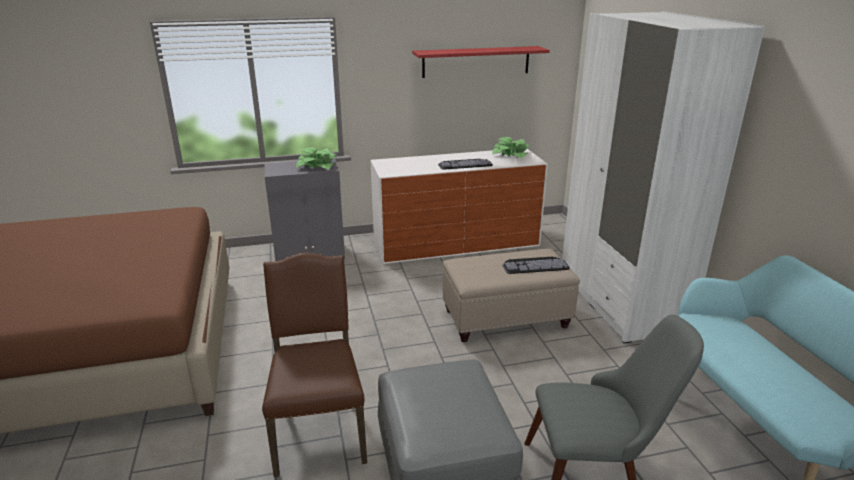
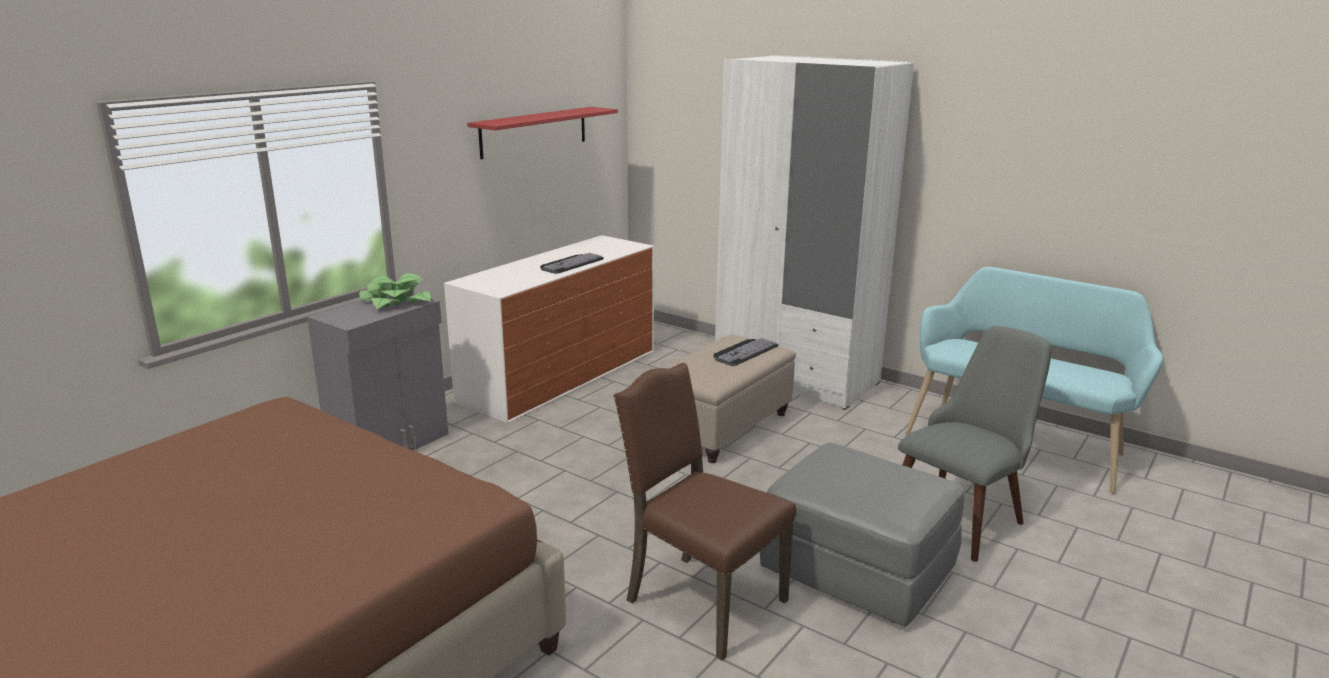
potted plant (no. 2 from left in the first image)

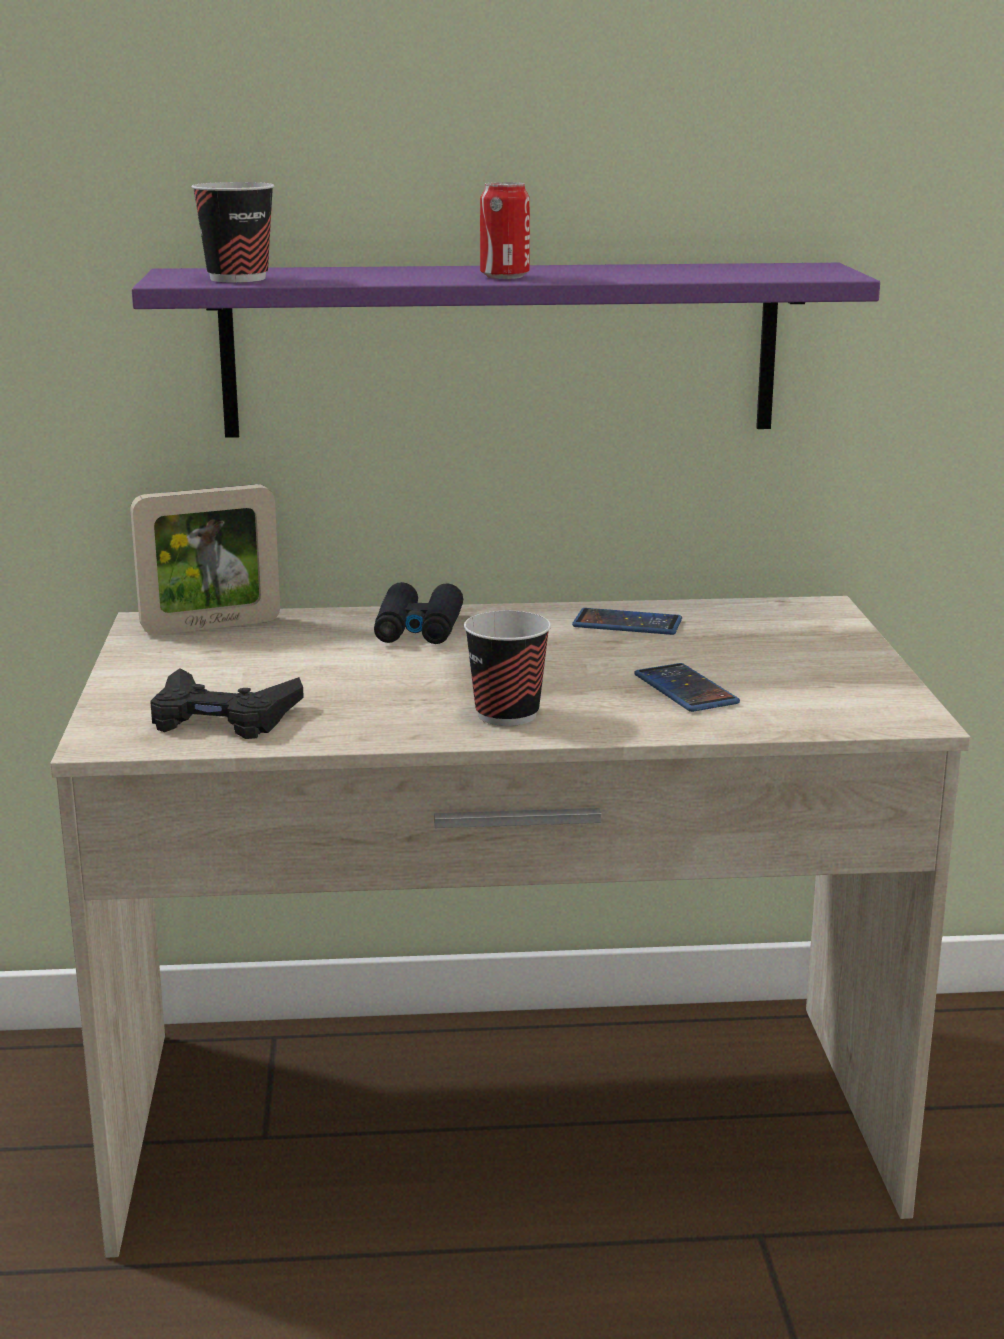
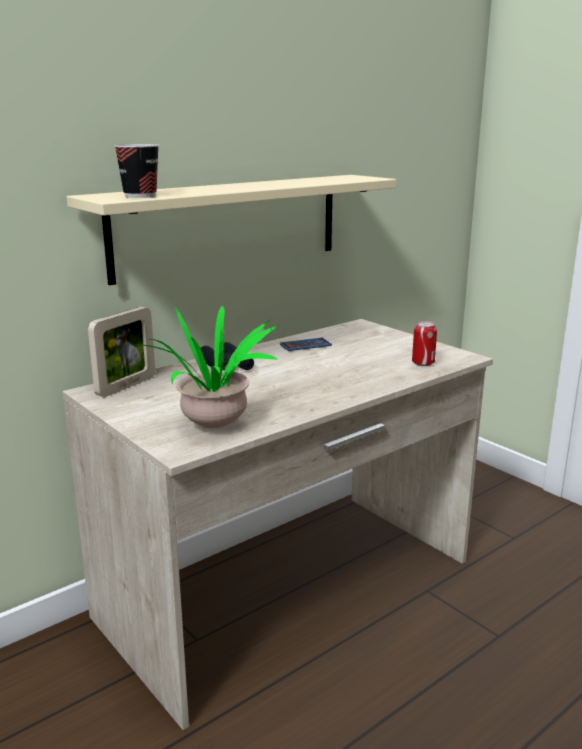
cup (no. 2 from left in the first image)
phone (no. 2 from left in the first image)
can
potted plant
shelf (beige)

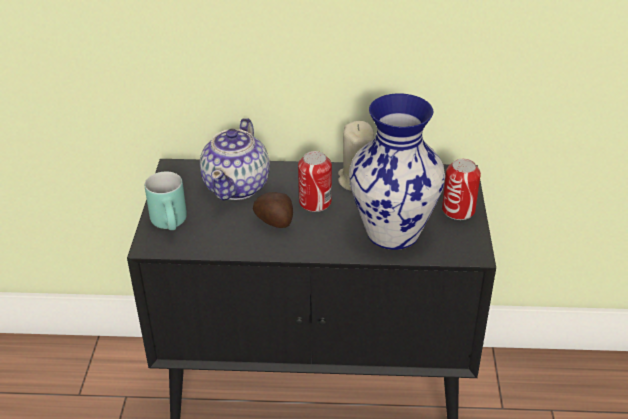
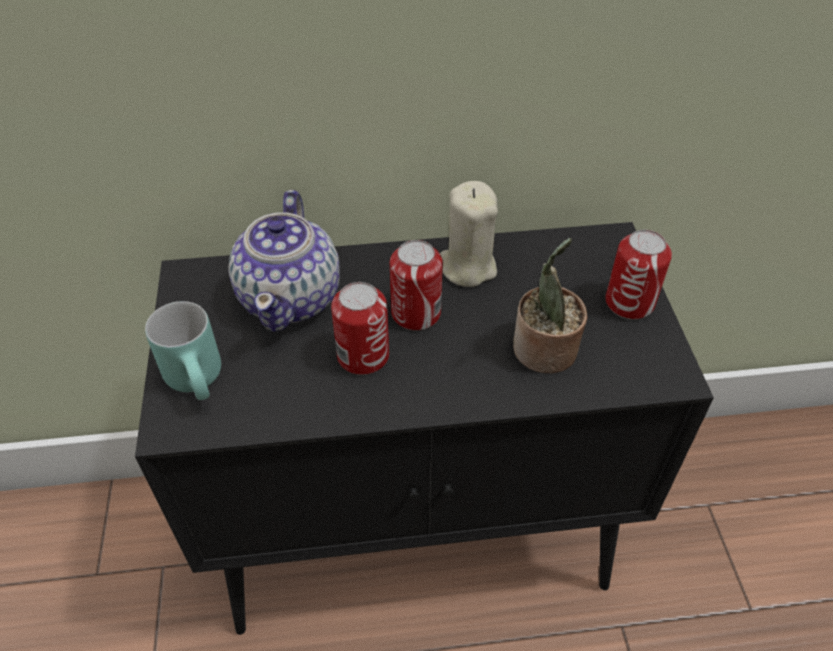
can (no. 1 from left)
potted plant

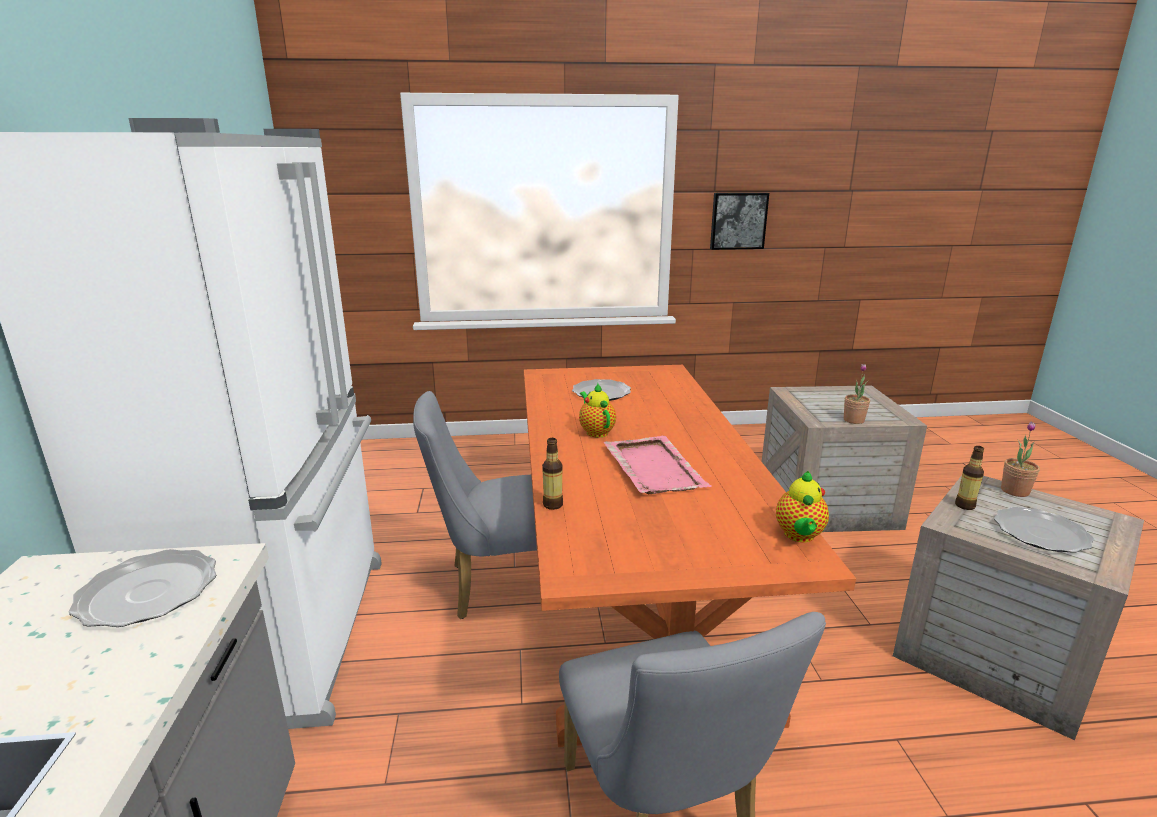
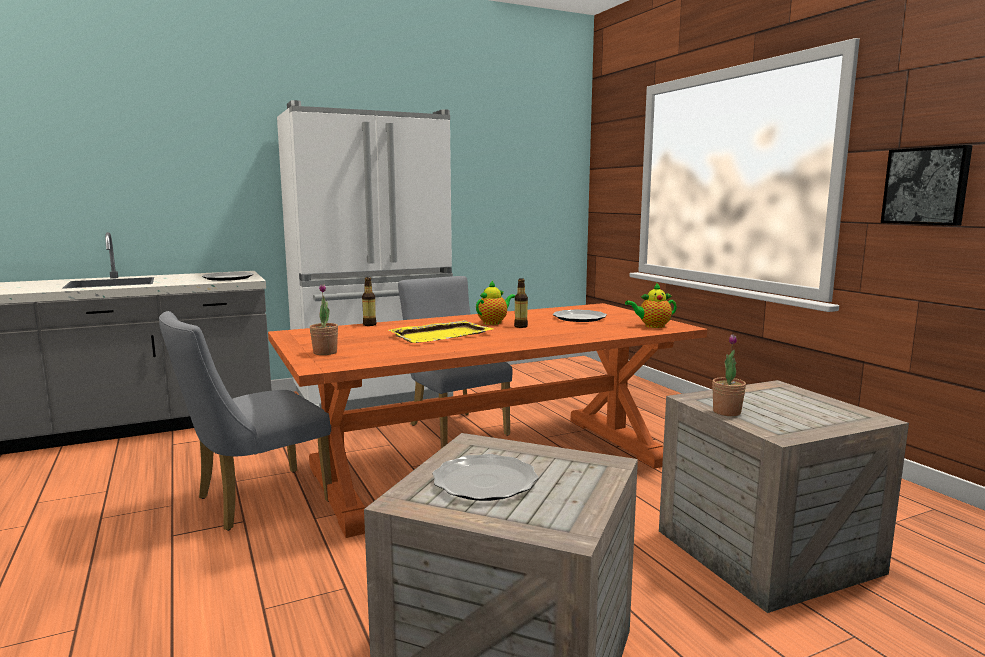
teapot (no. 2 from left)
bottle (no. 2 from left)
potted plant (no. 1 from left)
tray (yellow)

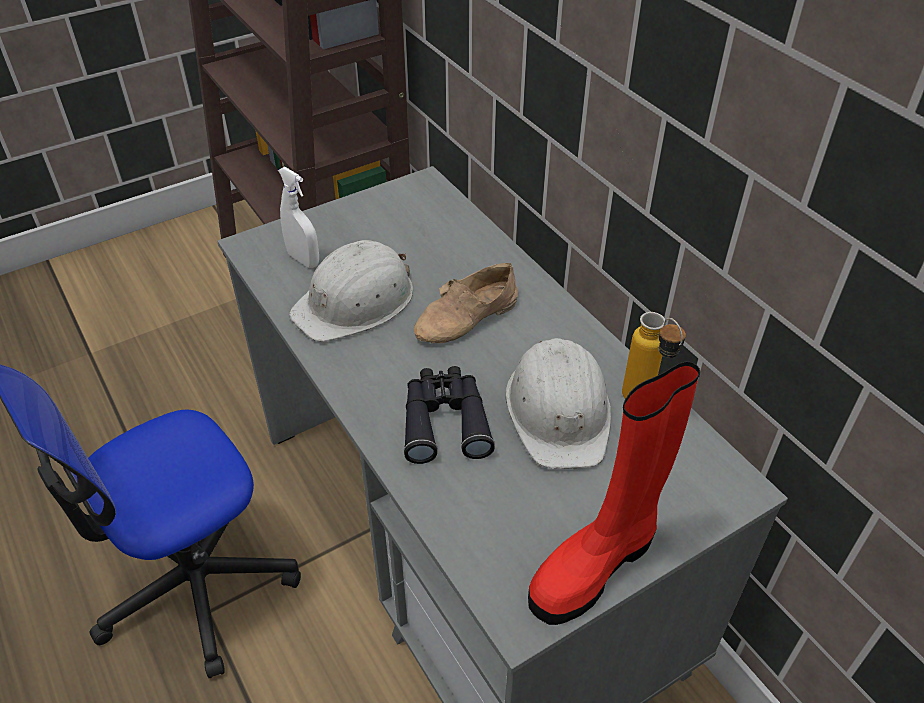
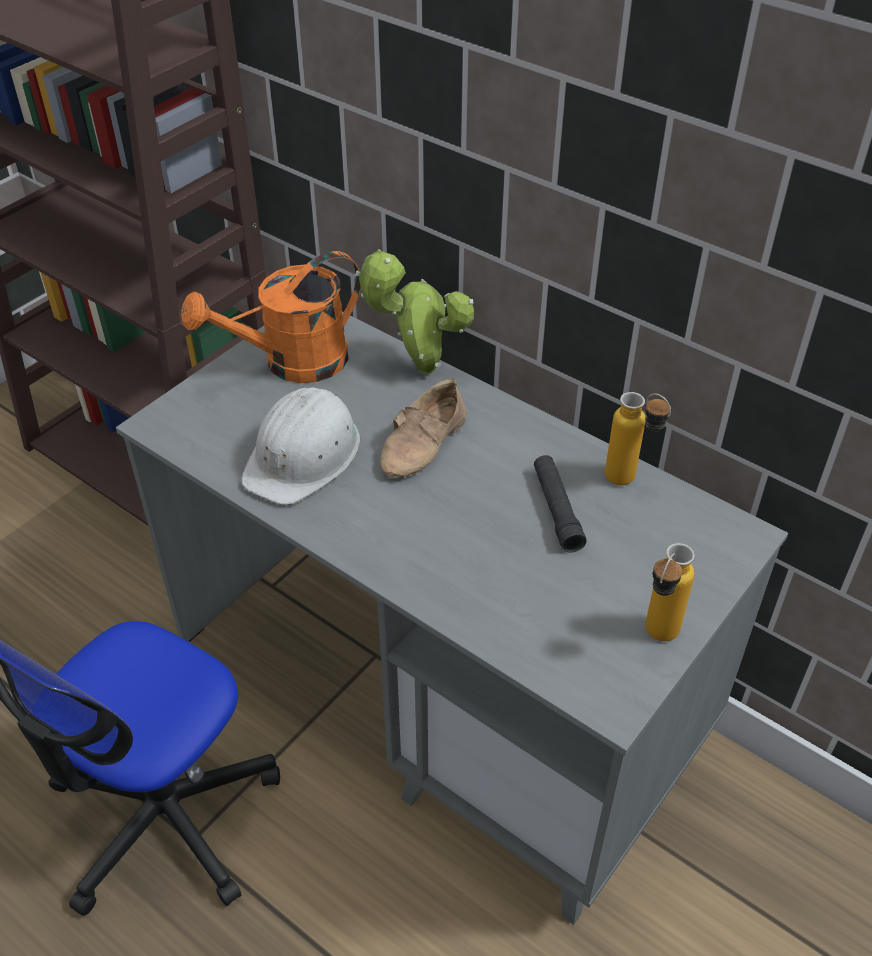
spray bottle (white)
binoculars (black)
watering can (orange)
potted plant
flashlight (black)
bottle (no. 2 from left)

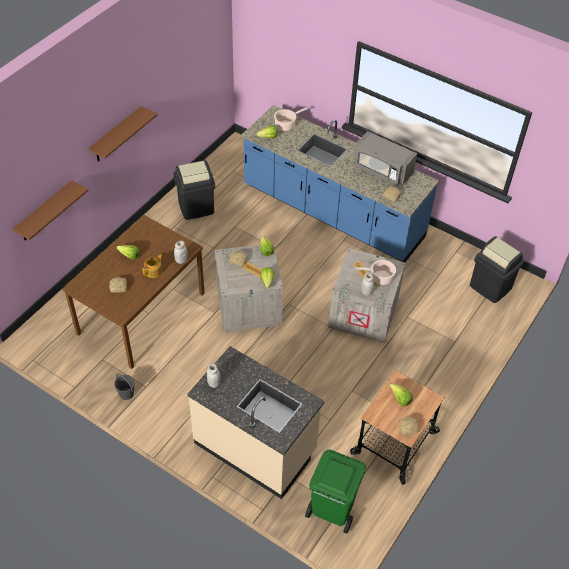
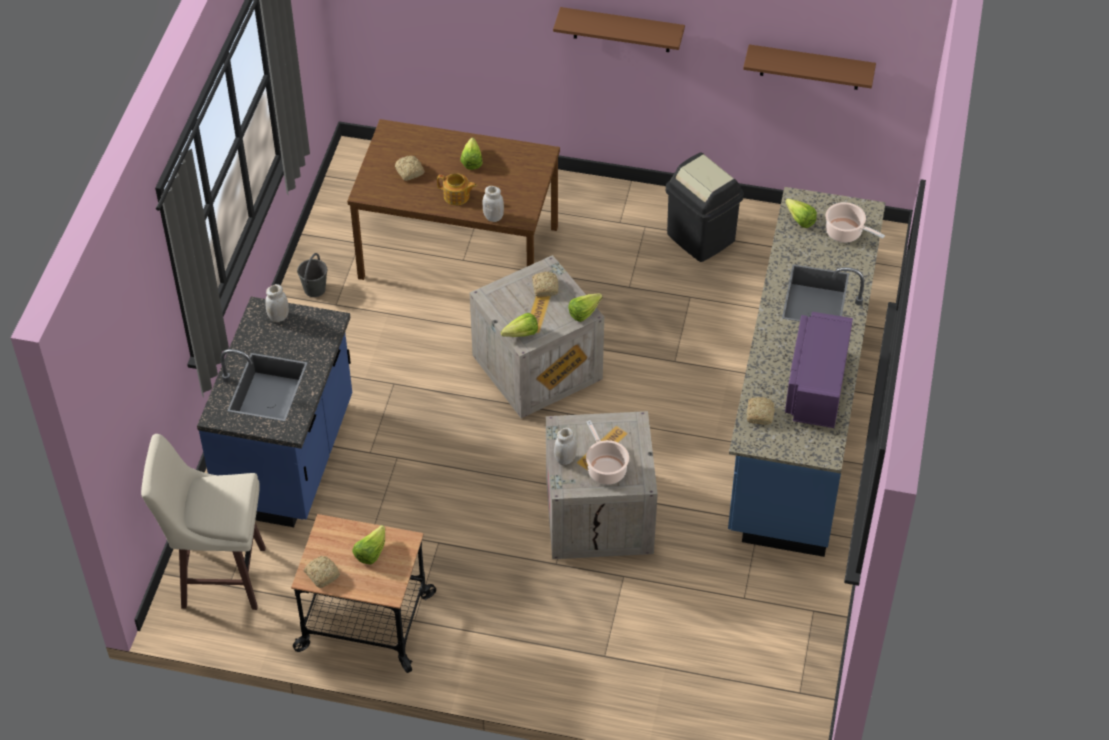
trash can (black) (no. 2 from left in the first image)
shelf (brown) (no. 2 from left)
stool (beige)
counter (blue) (no. 1 from left)
microwave (purple)

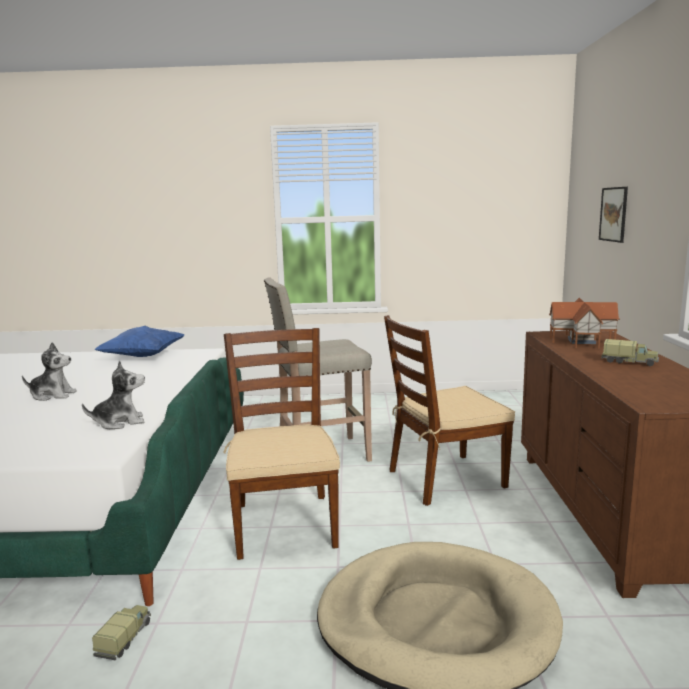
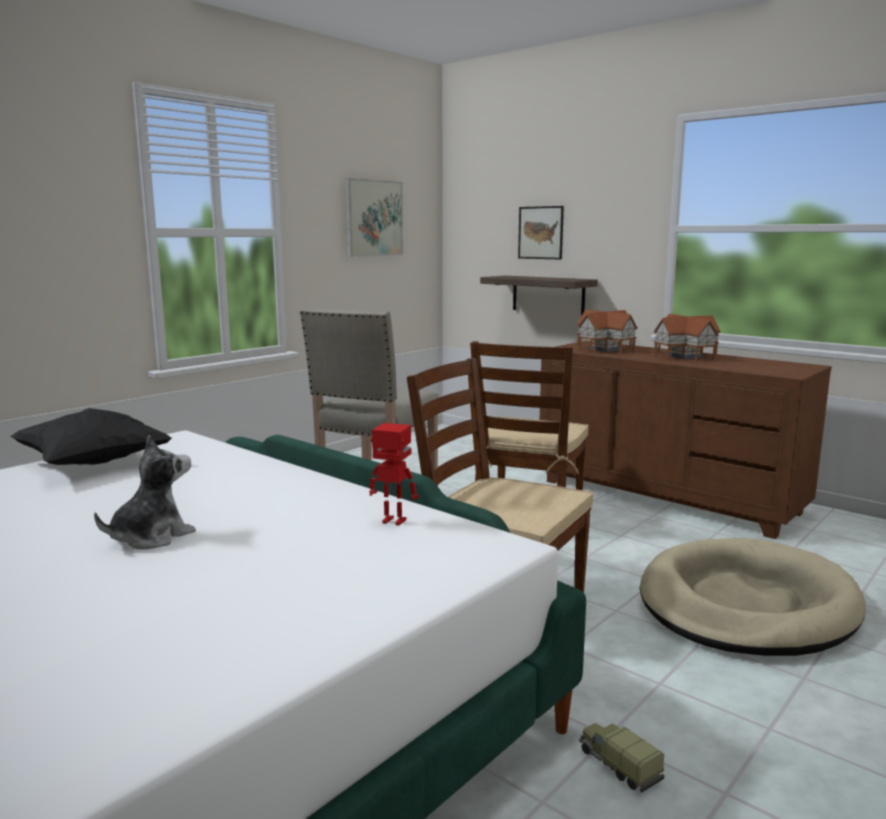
picture (no. 1 from left)
shelf
toy robot
toy house (no. 2 from left)
pillow (black)

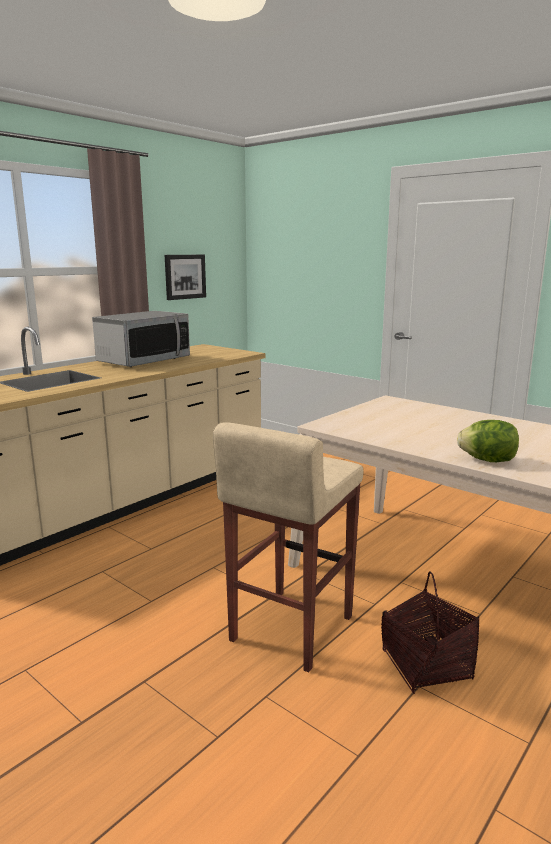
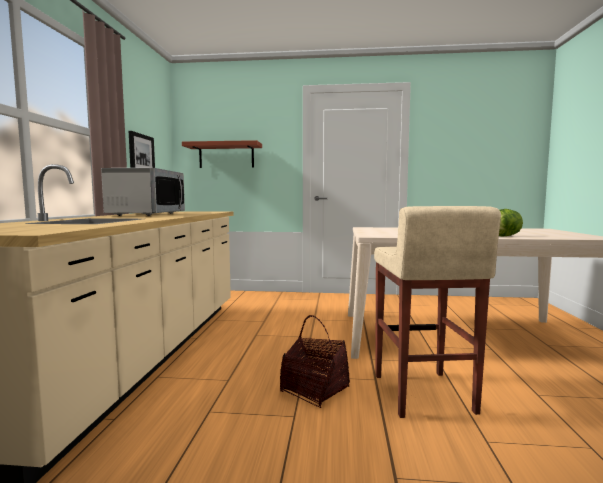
shelf
basket

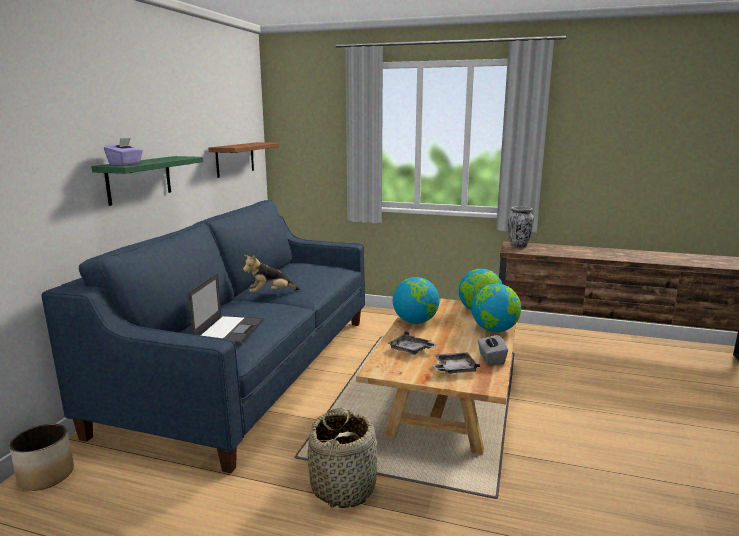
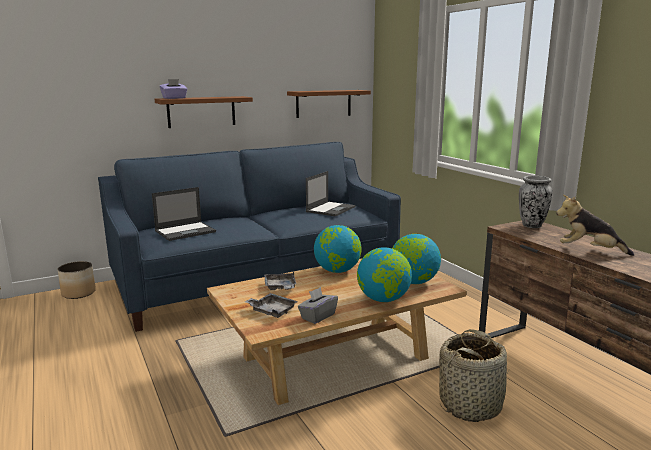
laptop (no. 2 from left)
plush toy
basket
shelf (brown) (no. 1 from left)

